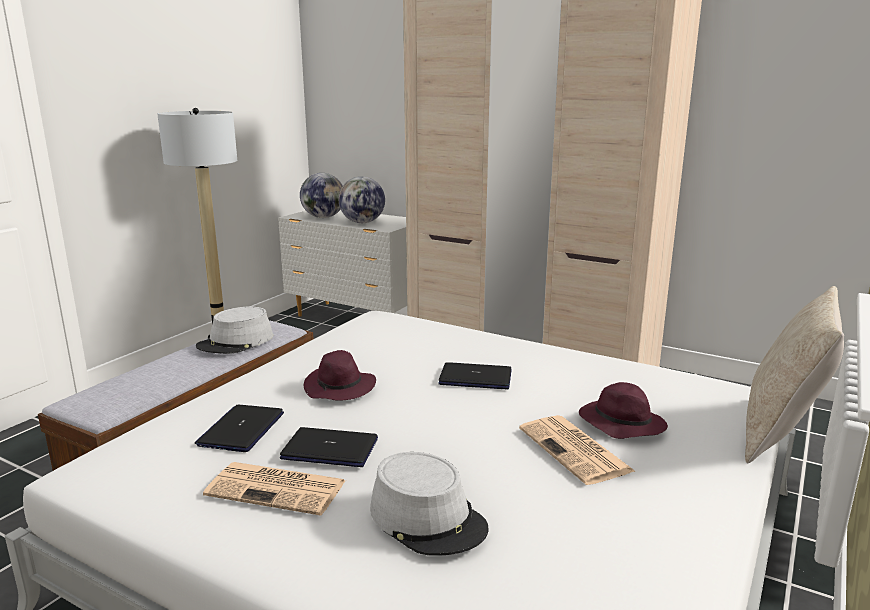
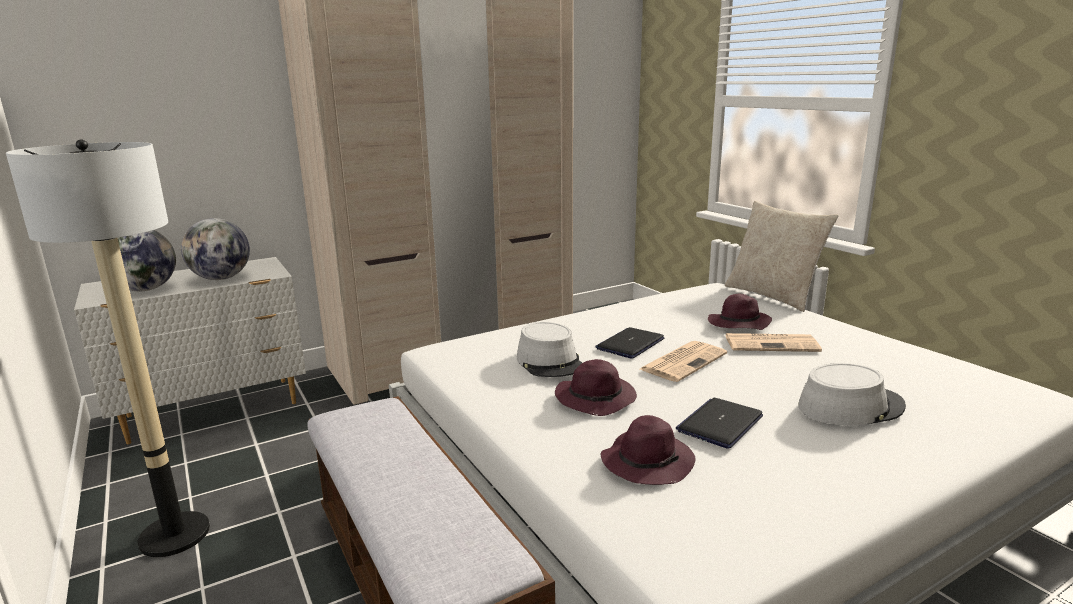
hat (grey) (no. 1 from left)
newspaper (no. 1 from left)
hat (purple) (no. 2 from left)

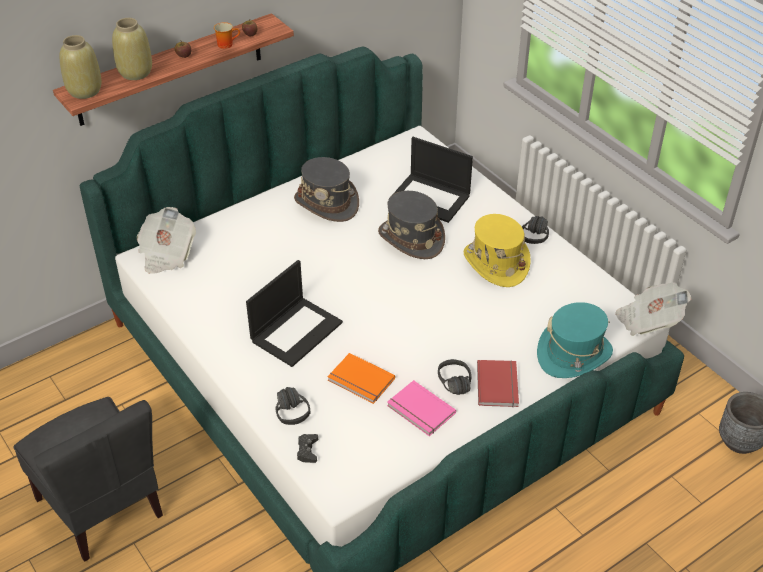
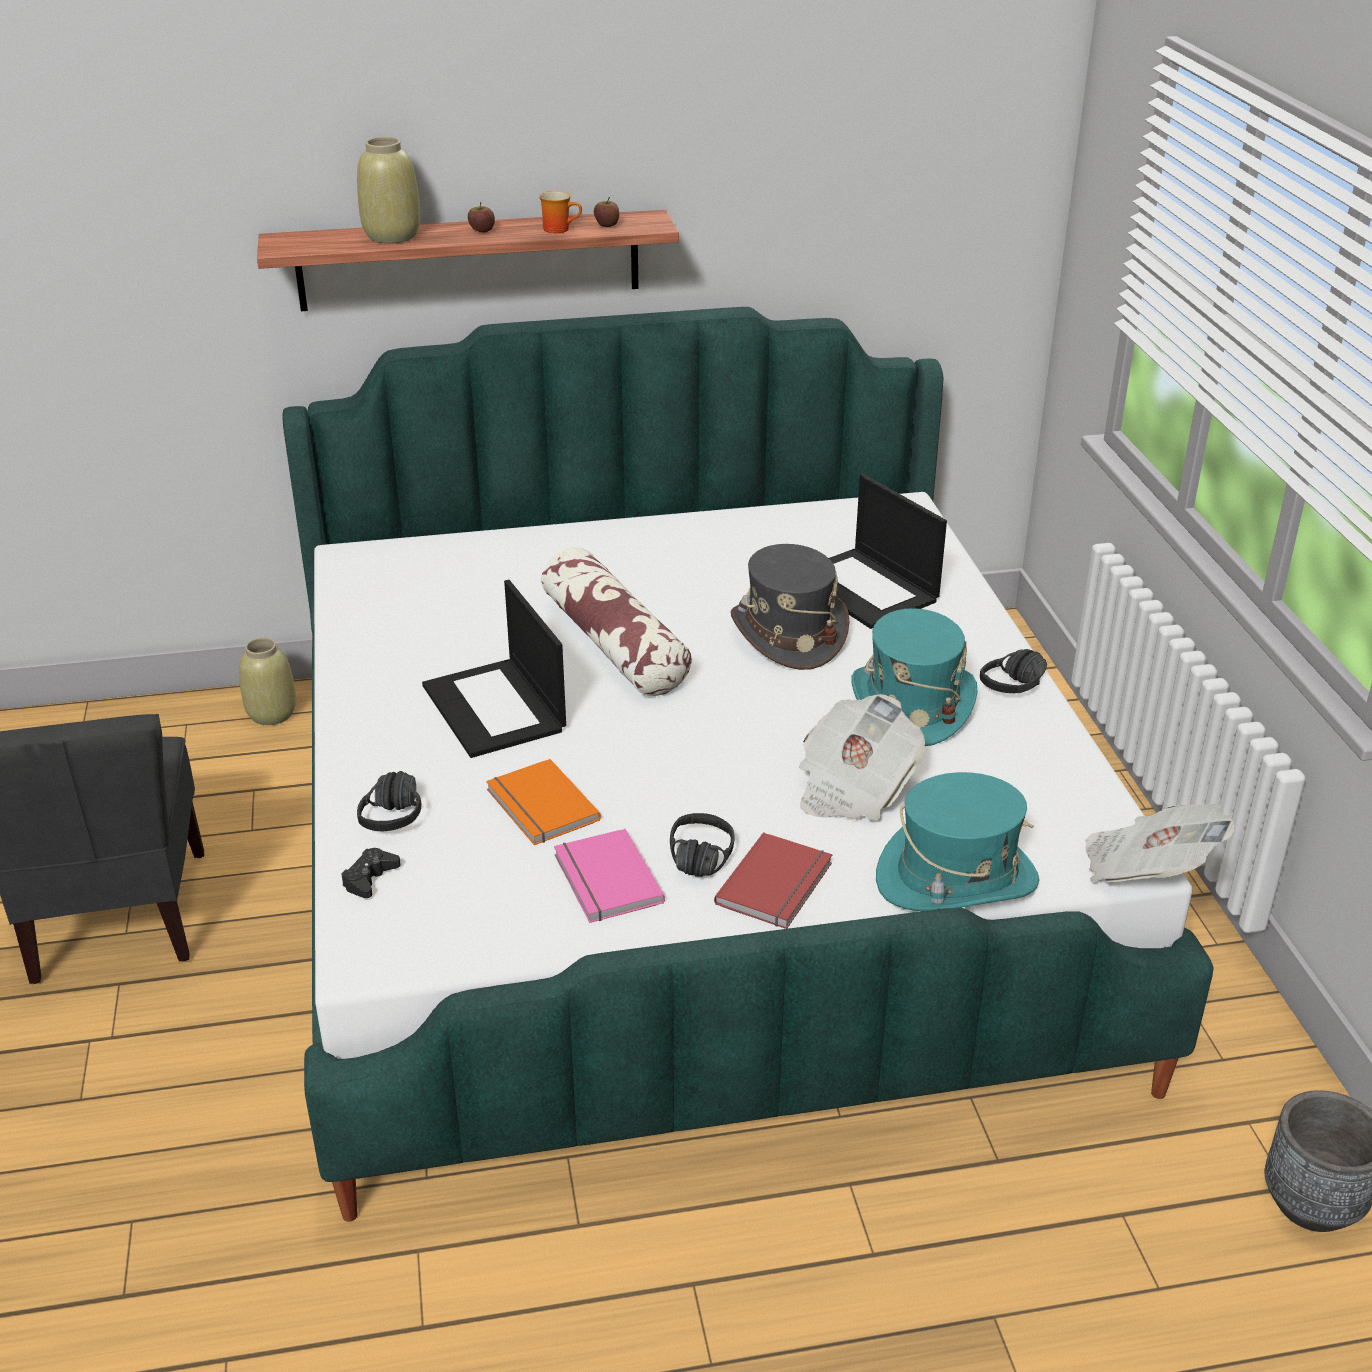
hat (grey) (no. 1 from left in the first image)
pillow
vase (beige) (no. 1 from left)
newspaper (no. 1 from left)
hat (turquoise) (no. 1 from left)
laptop (no. 1 from left)

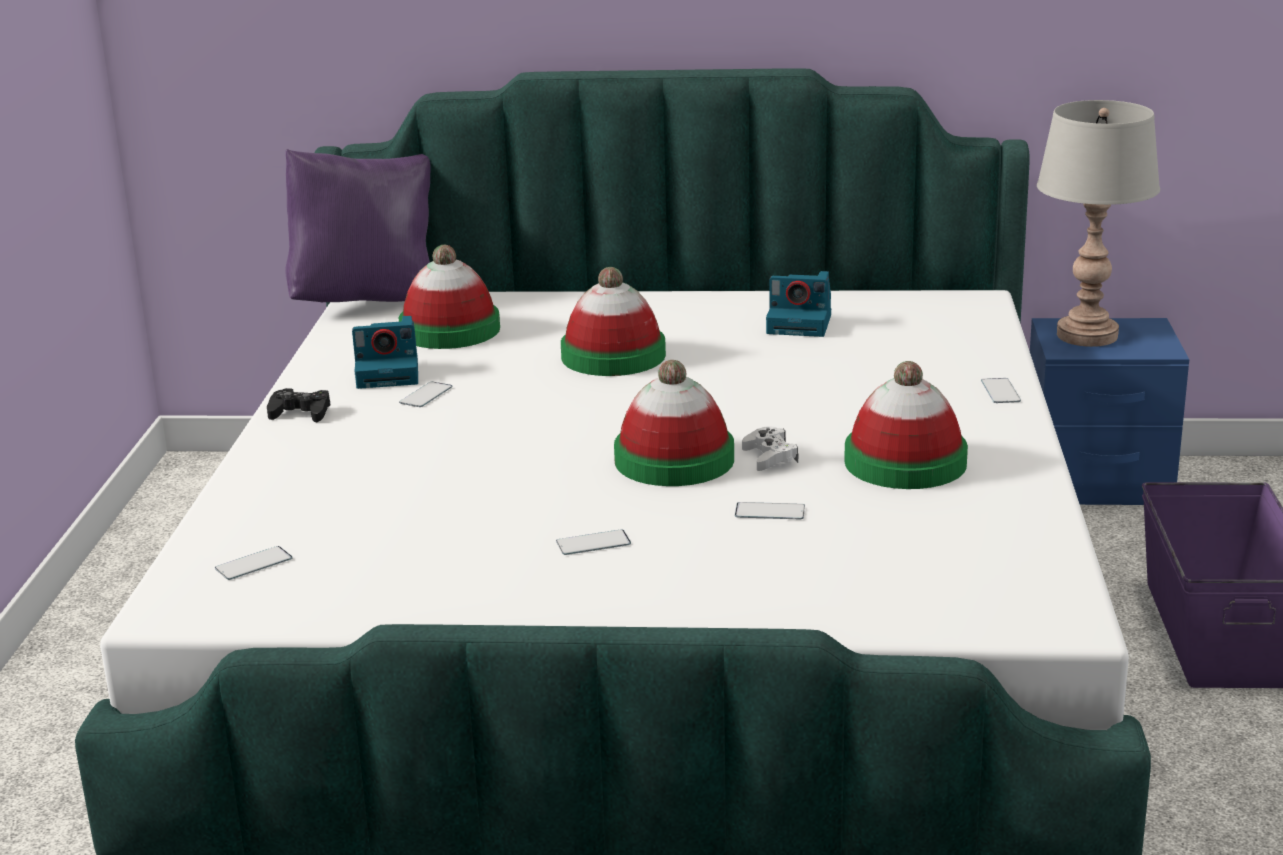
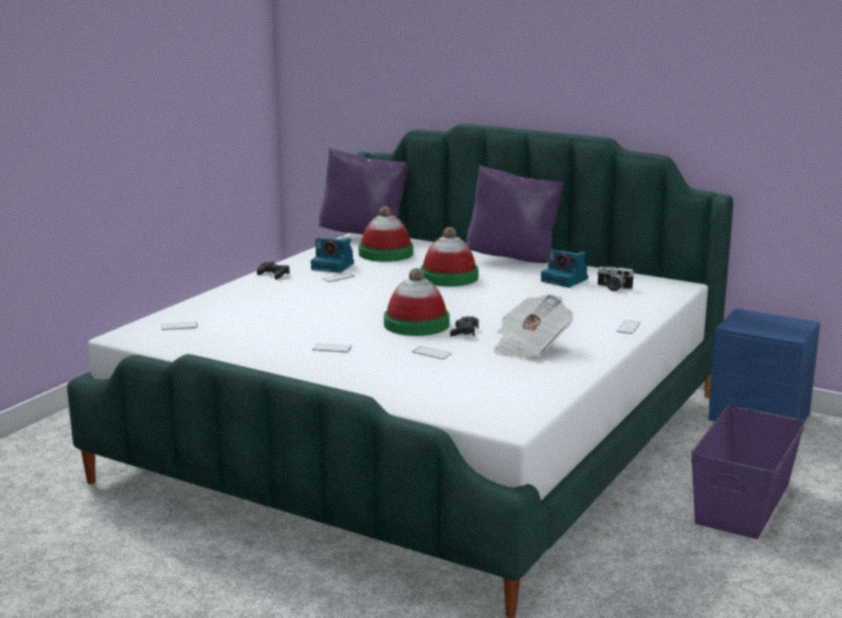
table lamp (grey)
pillow (purple) (no. 2 from left)
photo camera (no. 3 from left)
newspaper
game controller (black) (no. 2 from left)

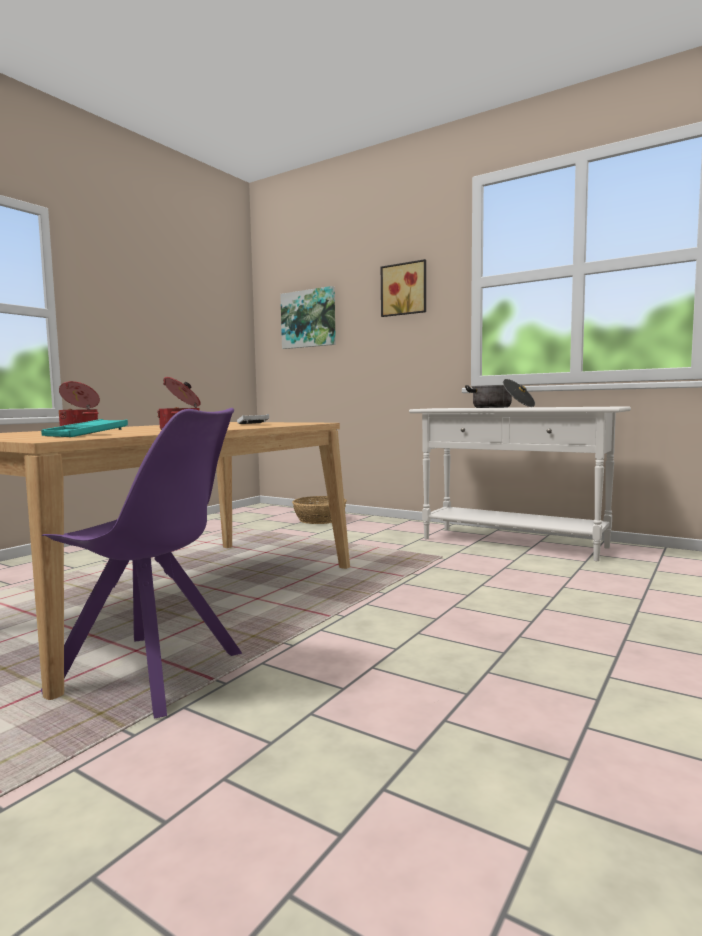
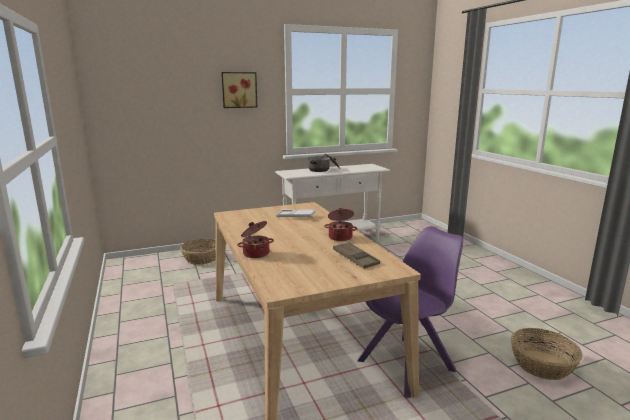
picture (no. 1 from left in the first image)
basket (no. 2 from left)
tray (brown)

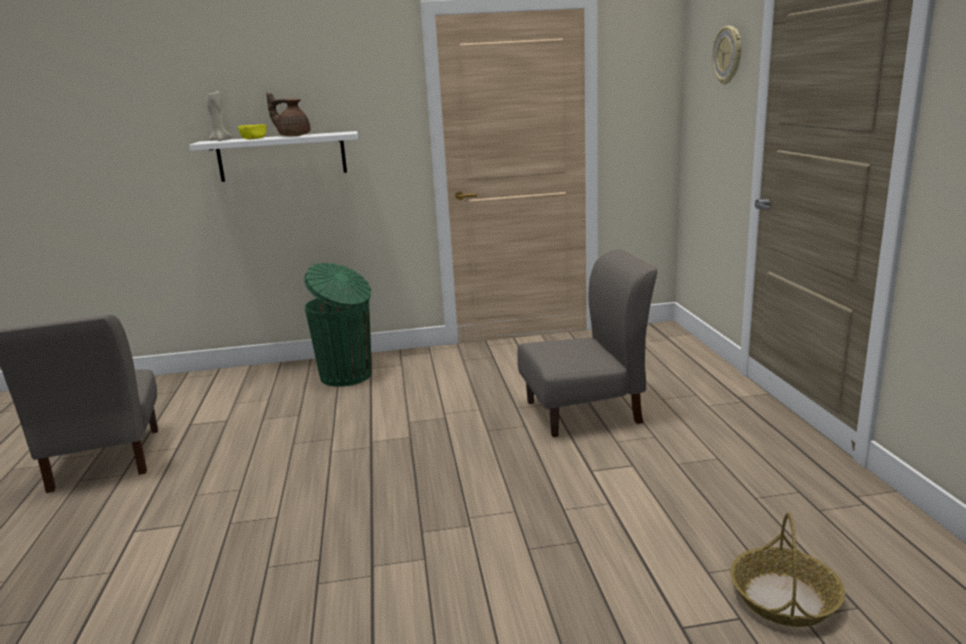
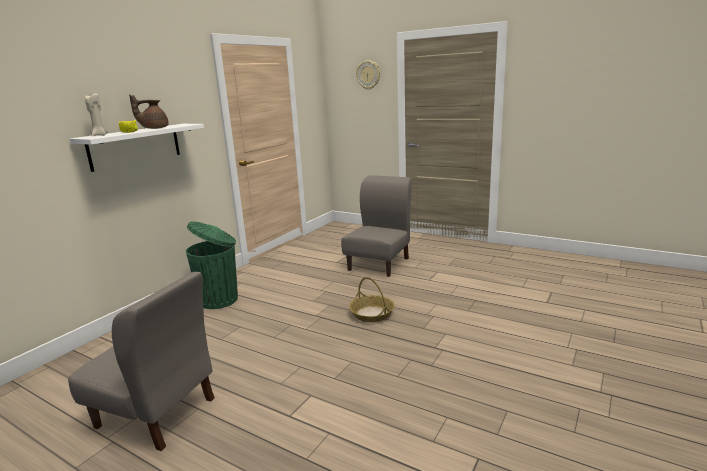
basket

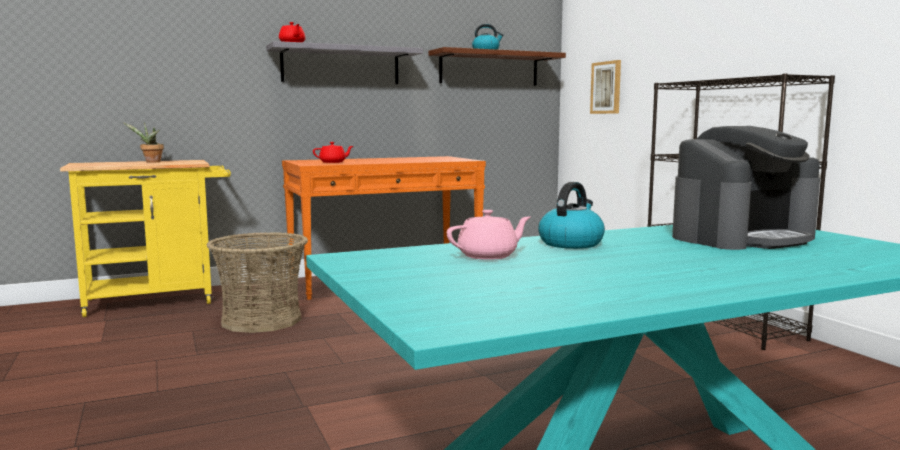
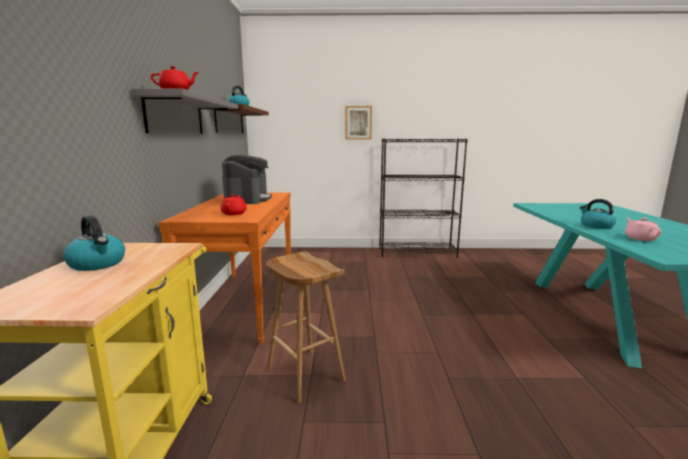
picture
coffee machine
kettle (no. 1 from left)
stool (brown)

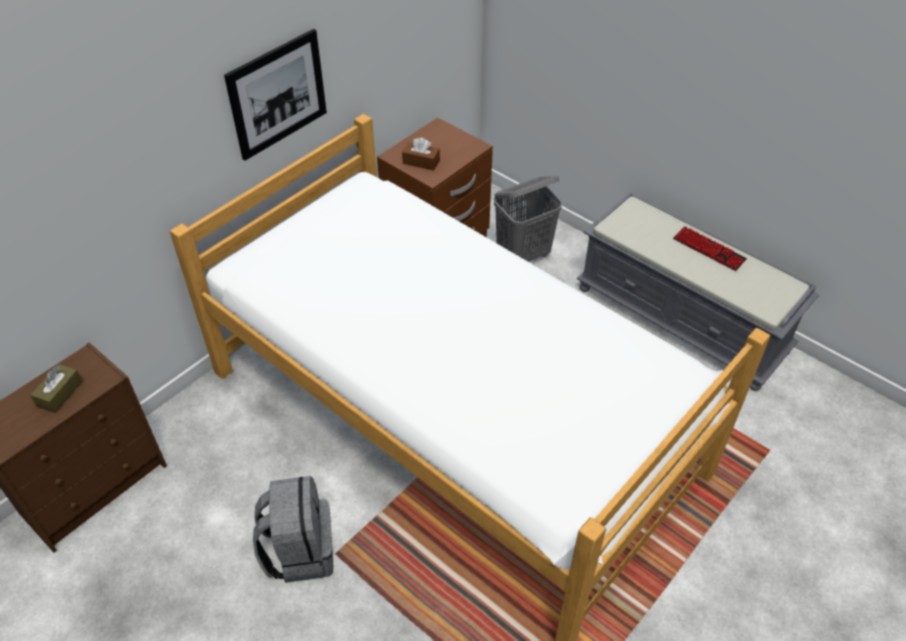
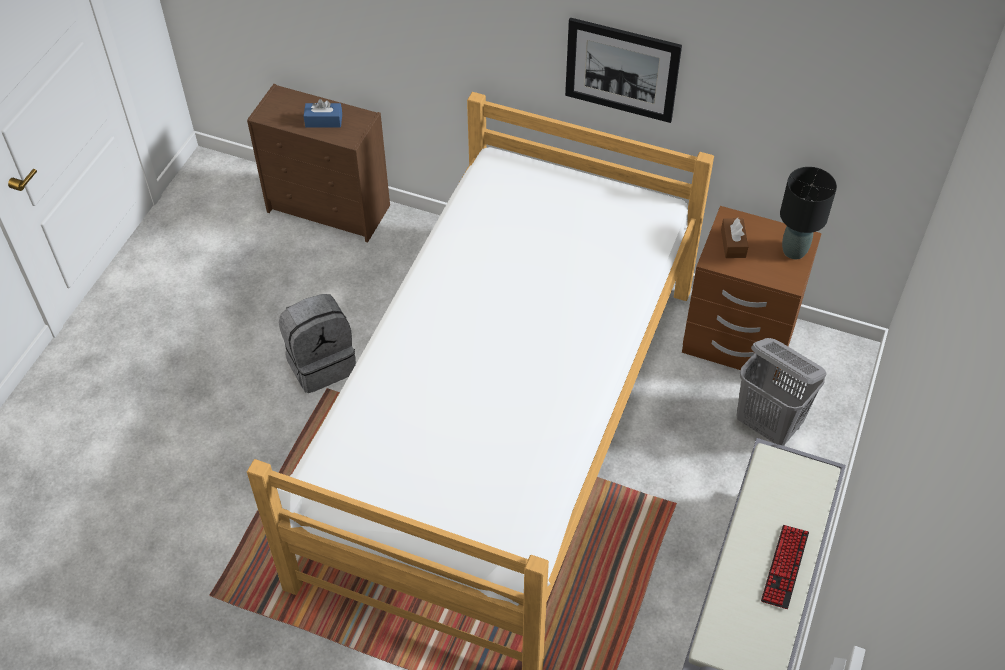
table lamp (black)
tissue box (blue)

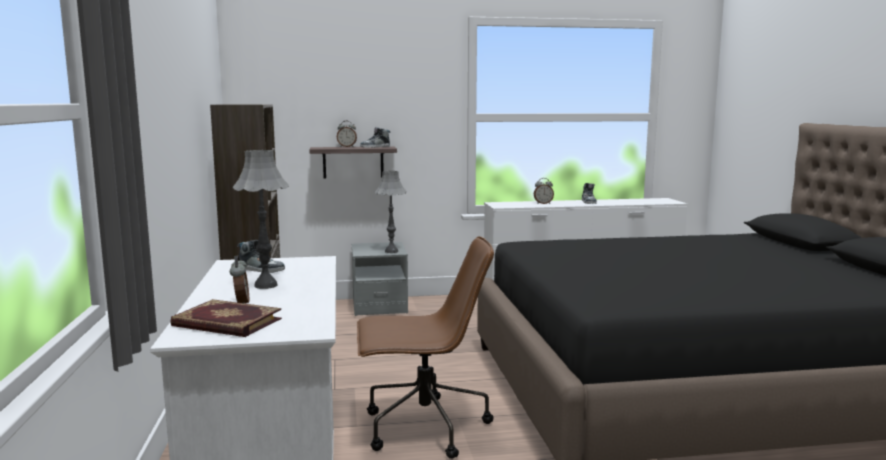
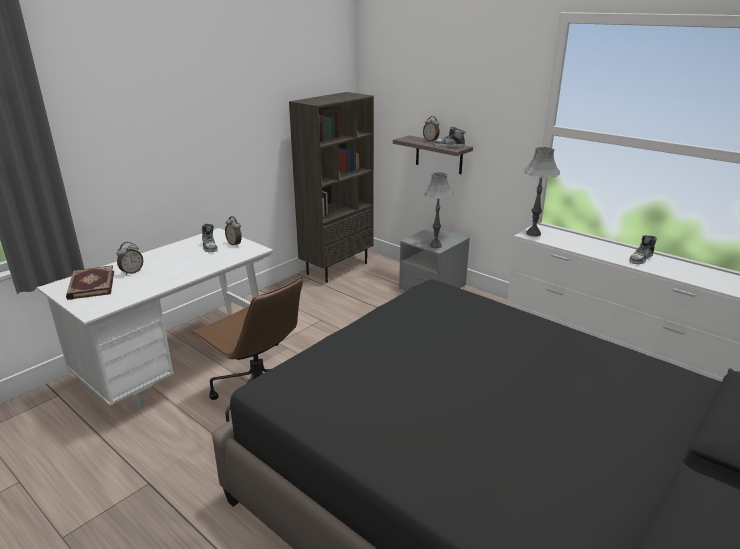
table lamp (grey) (no. 2 from left)
alarm clock (no. 2 from left)

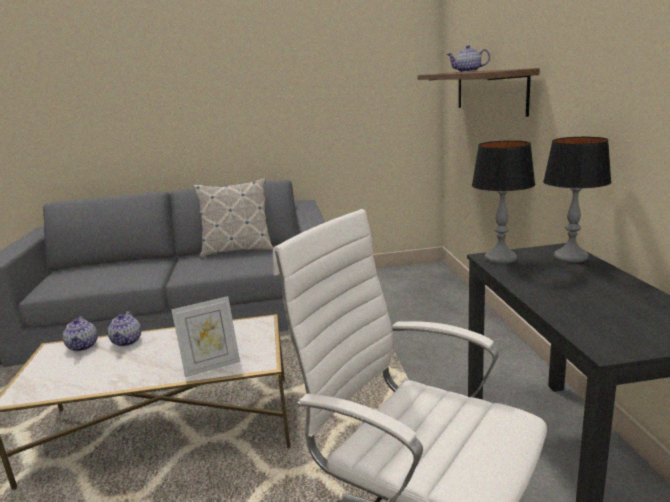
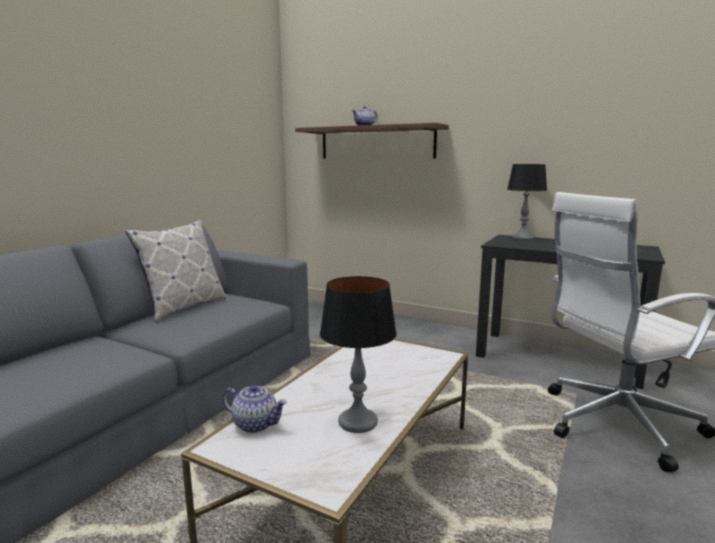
teapot (no. 2 from left in the first image)
picture frame
table lamp (no. 1 from left)

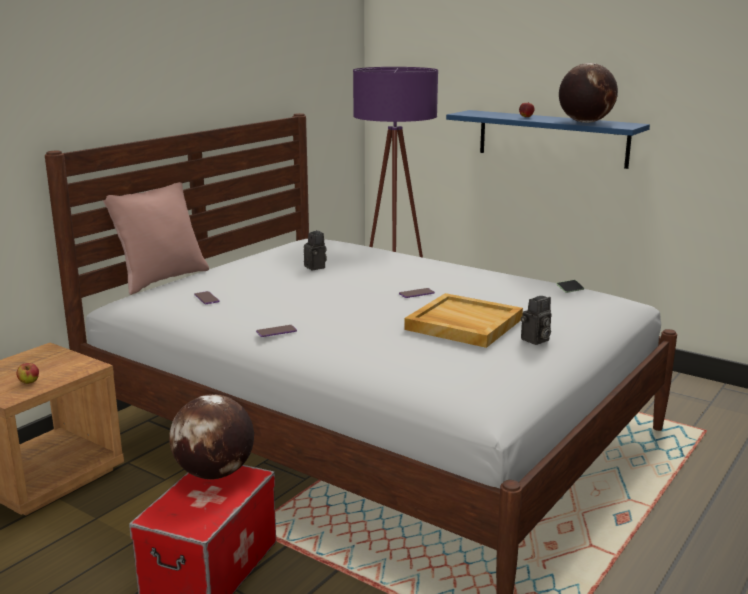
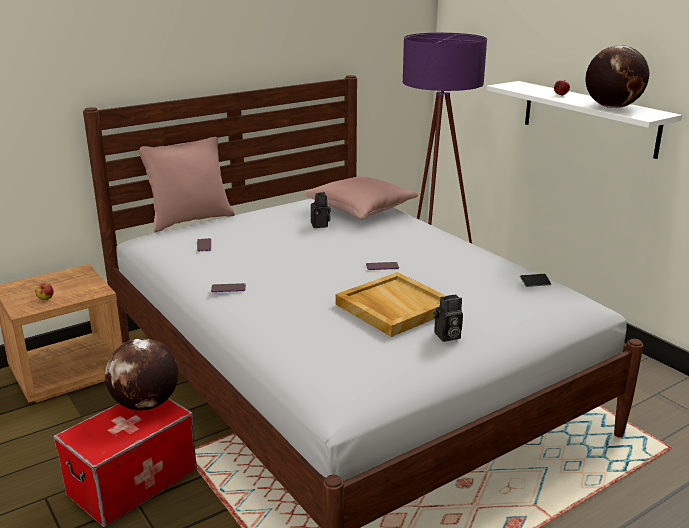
pillow (pink) (no. 2 from left)
shelf (white)

